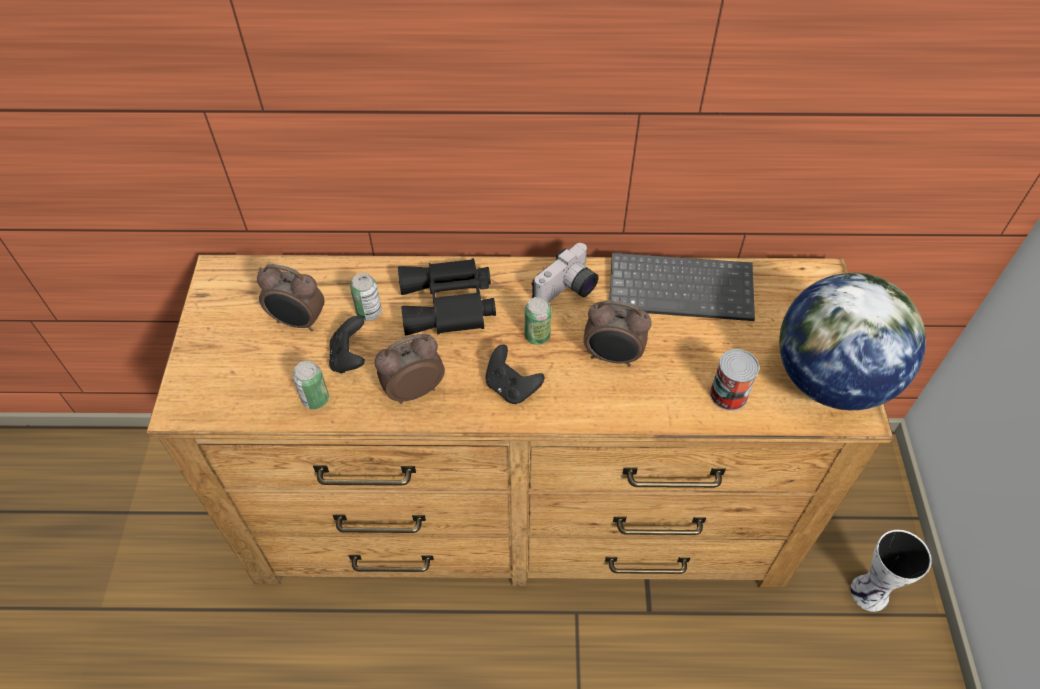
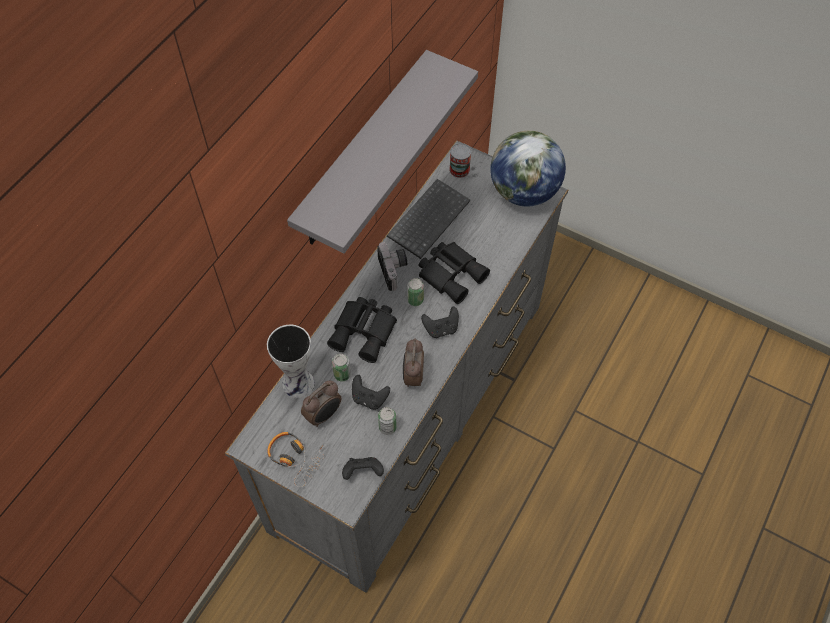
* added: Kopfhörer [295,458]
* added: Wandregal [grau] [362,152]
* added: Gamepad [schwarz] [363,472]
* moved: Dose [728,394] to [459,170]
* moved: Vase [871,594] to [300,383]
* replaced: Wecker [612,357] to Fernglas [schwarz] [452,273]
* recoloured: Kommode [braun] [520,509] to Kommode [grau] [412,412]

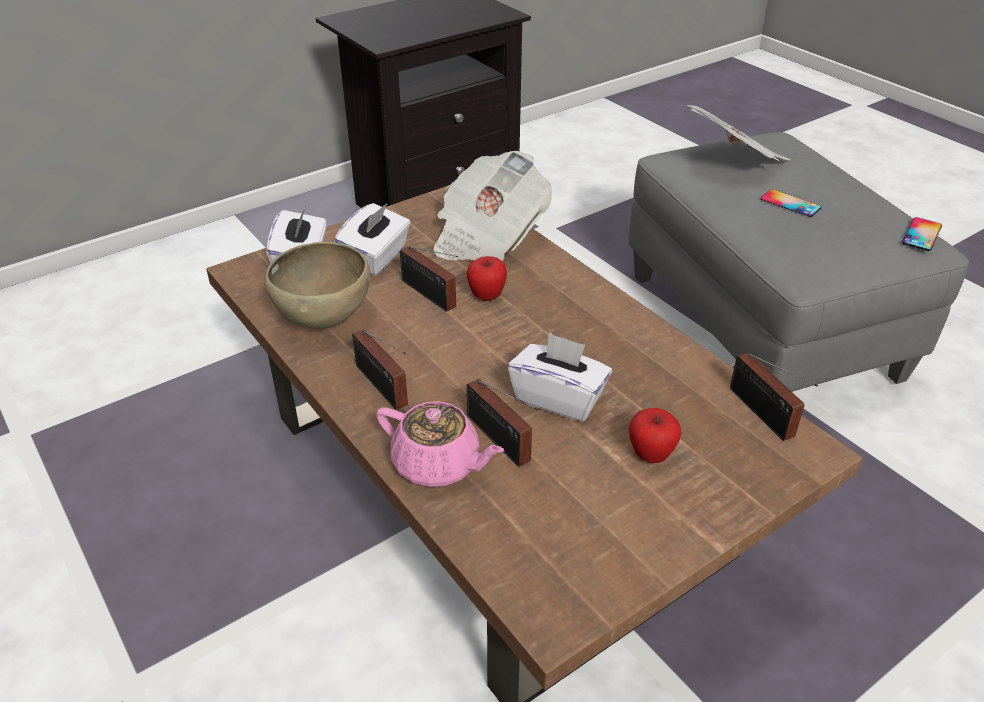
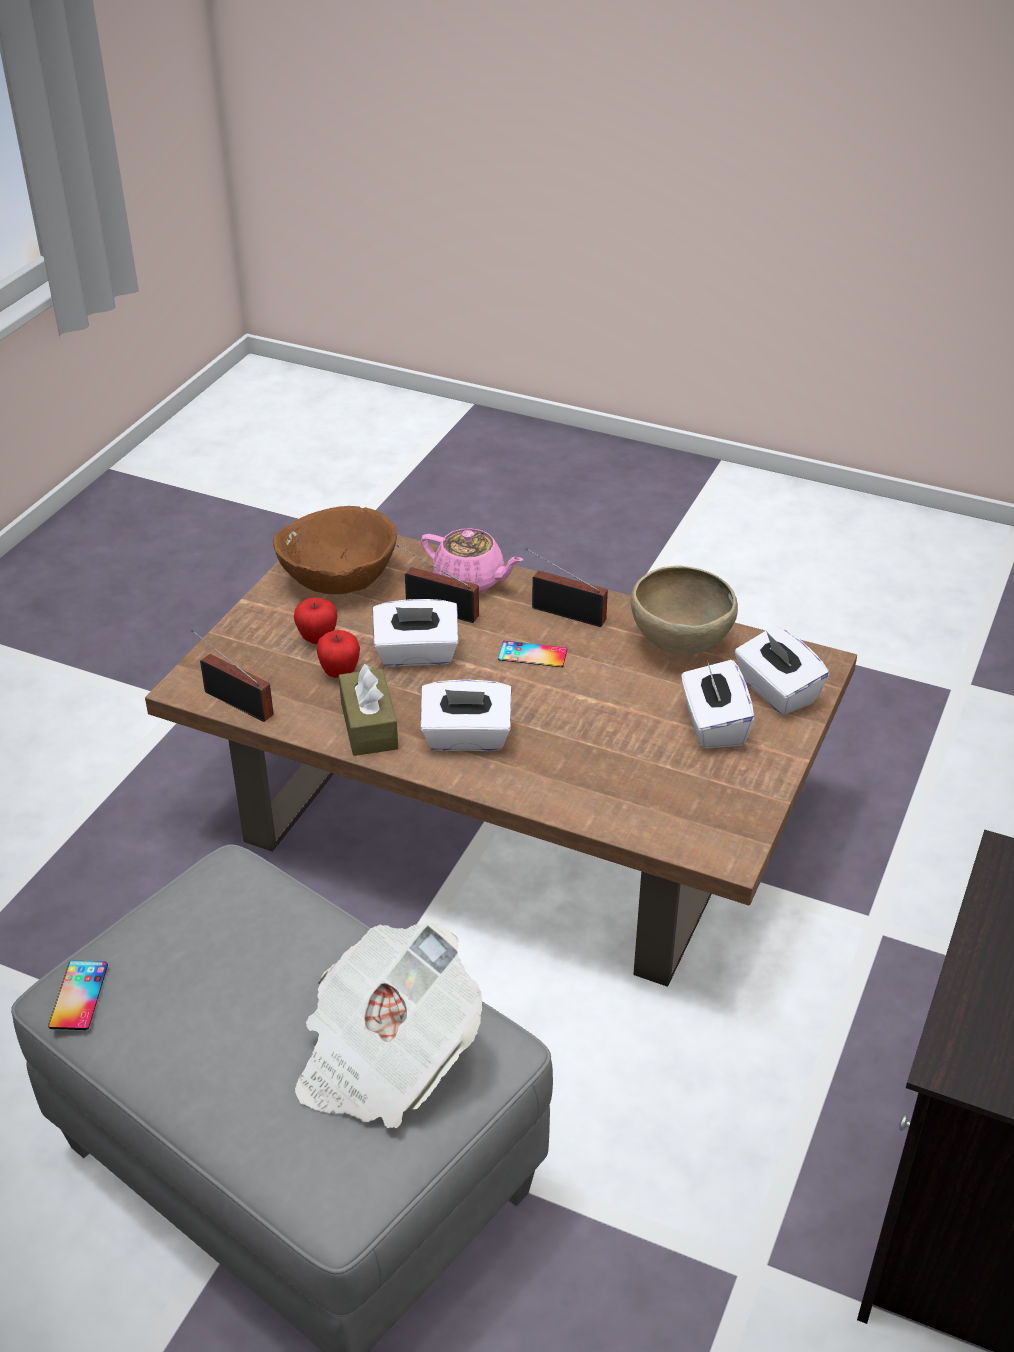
* removed: Radio [430,296]
* removed: Zeitung [487,237]
* added: Schüssel [braun] [338,577]
* added: Taschentuchbox [braun] [369,725]
* added: Taschentuchbox [weiß] [466,738]
* moved: Apfel [486,296] to [340,673]
* moved: Handy [790,203] to [532,654]
* turned: Teekanne [rosa] [438,464] = [470,580] 150 degrees counterclockwise

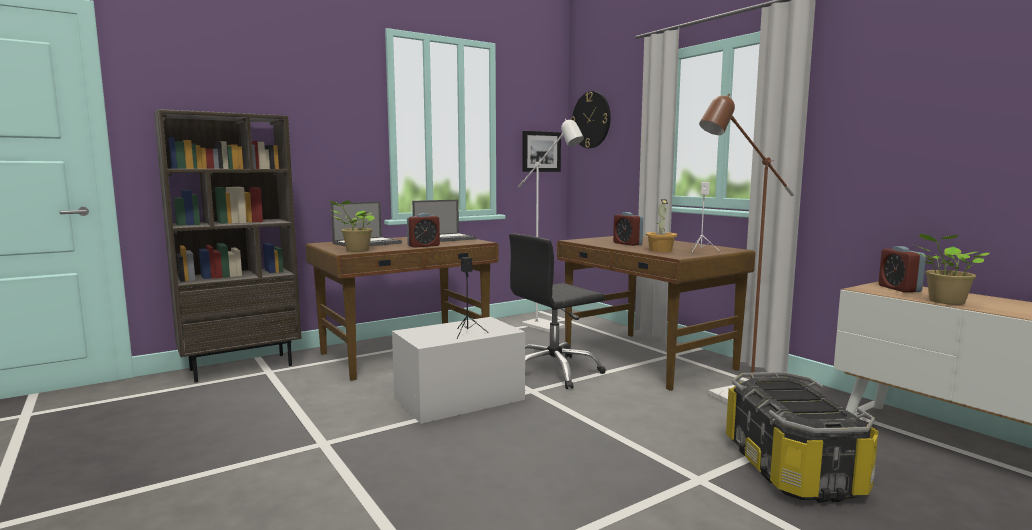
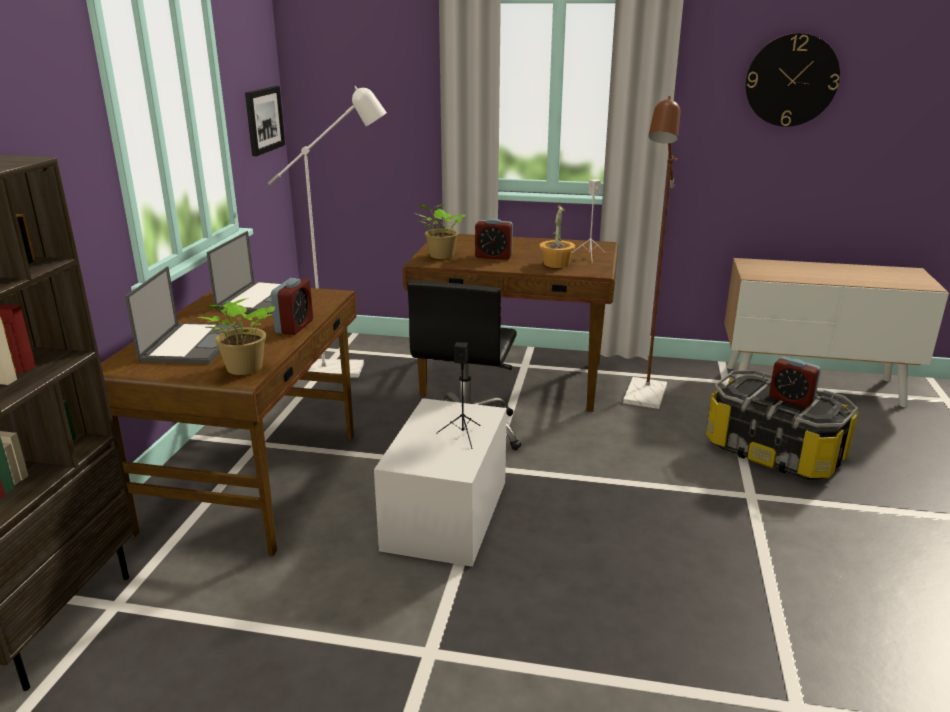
* moved: Wanduhr [591,120] to [791,80]
* moved: Wecker [899,289] to [791,399]
* moved: Topfpflanze [944,302] to [440,256]

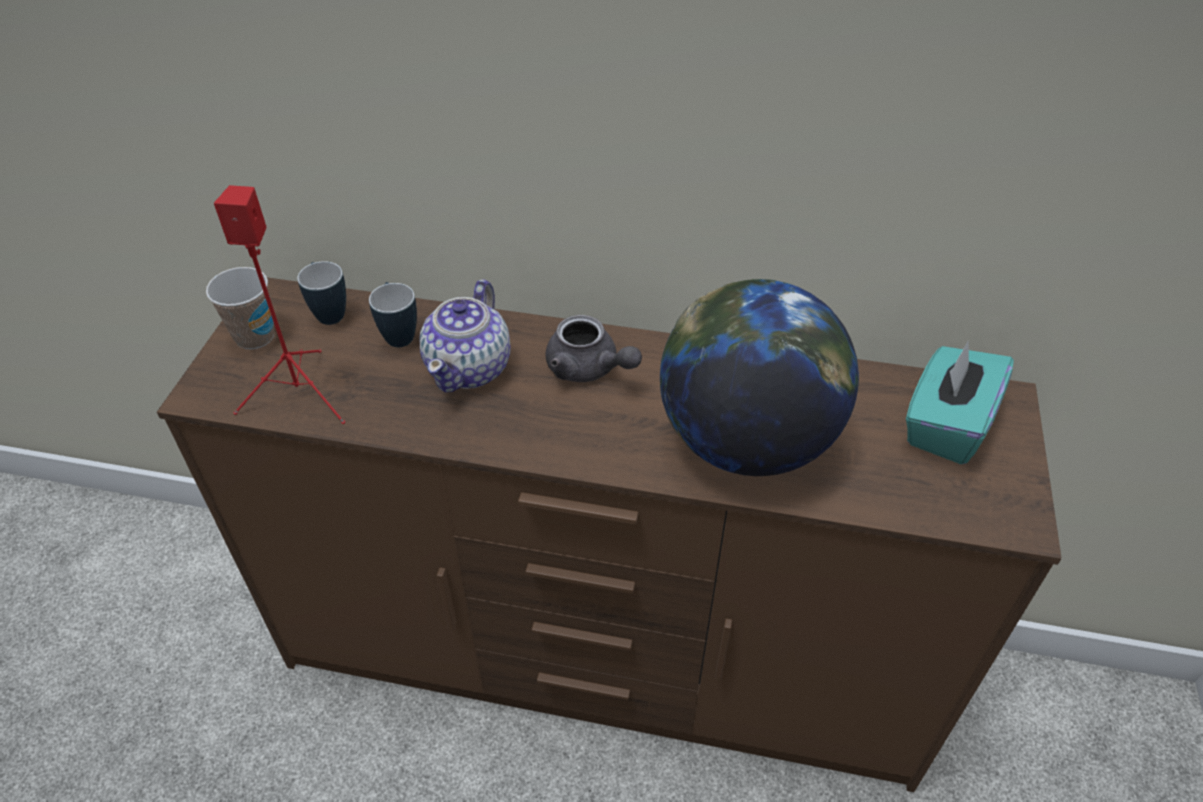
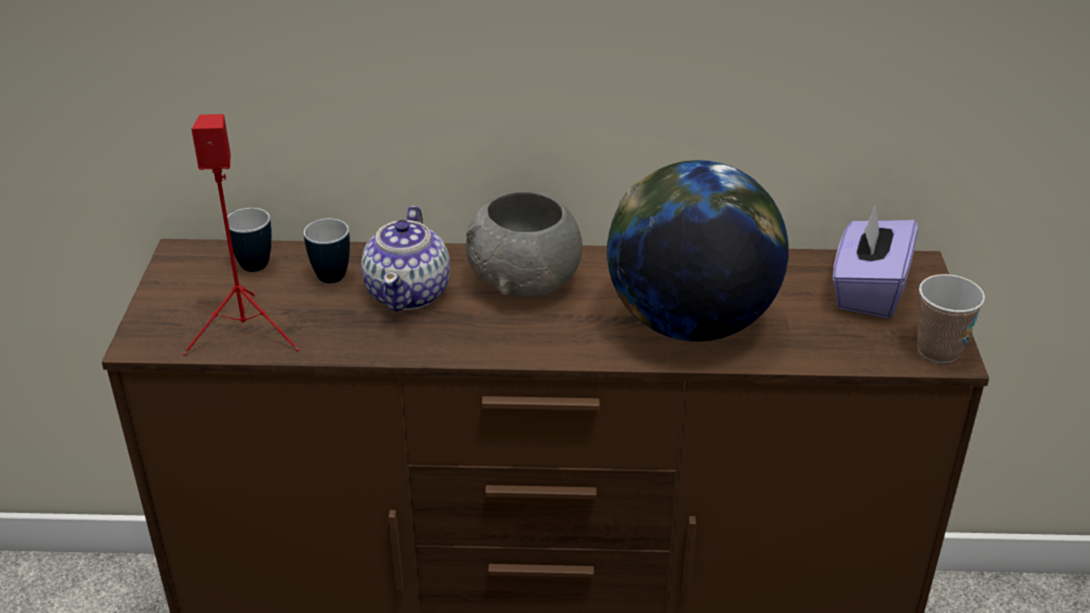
* moved: Tasse [255,336] to [938,350]
* replaced: Teekanne [grau] [589,369] to Schüssel [grau] [525,282]
* recoloured: Taschentuchbox [türkis] [946,425] to Taschentuchbox [lila] [868,290]

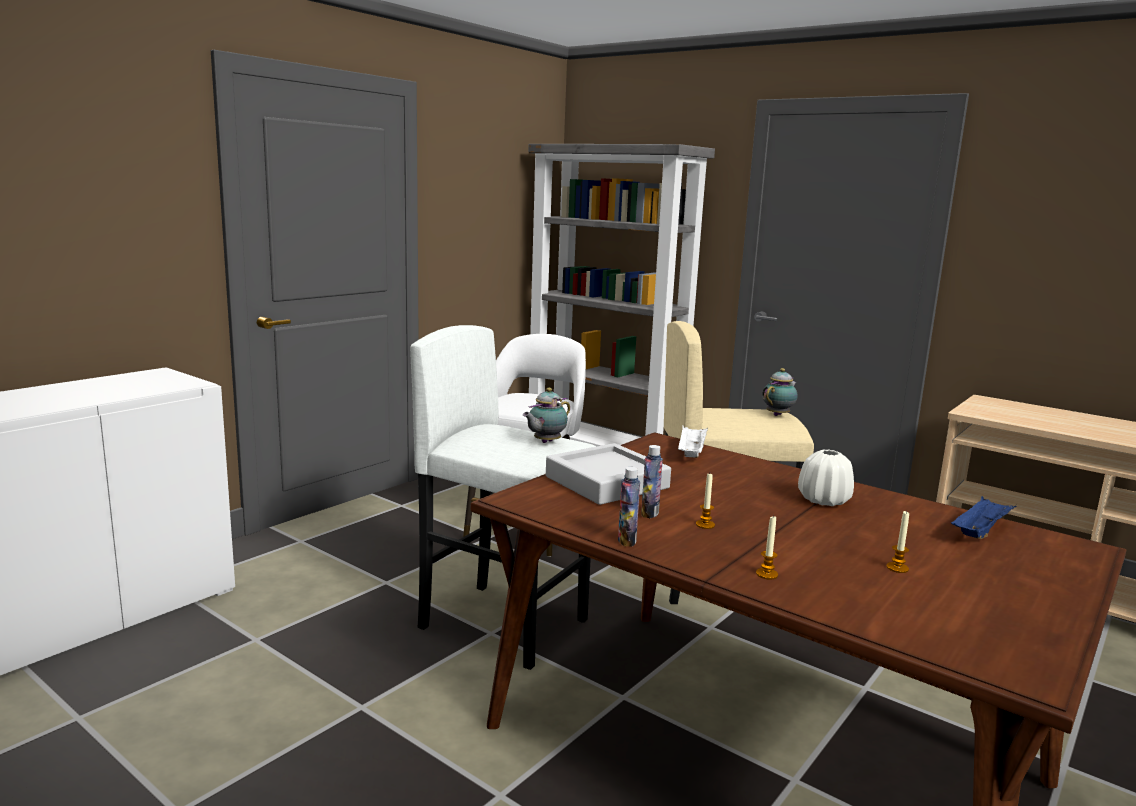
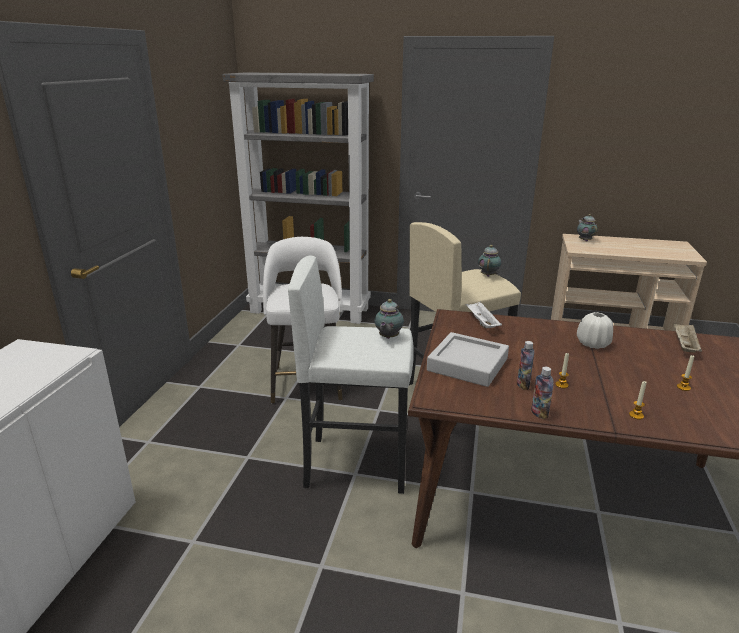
* added: Teekanne [584,240]
* recoloured: Tablett [blau] [980,532] to Tablett [beige] [684,346]

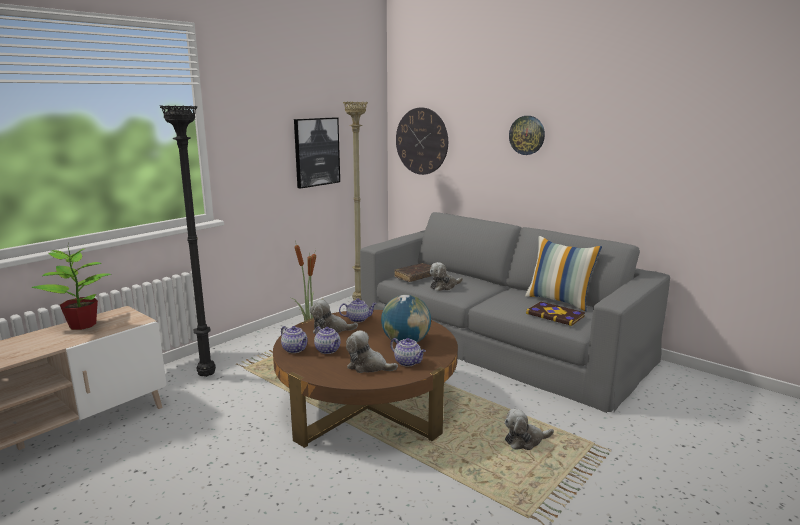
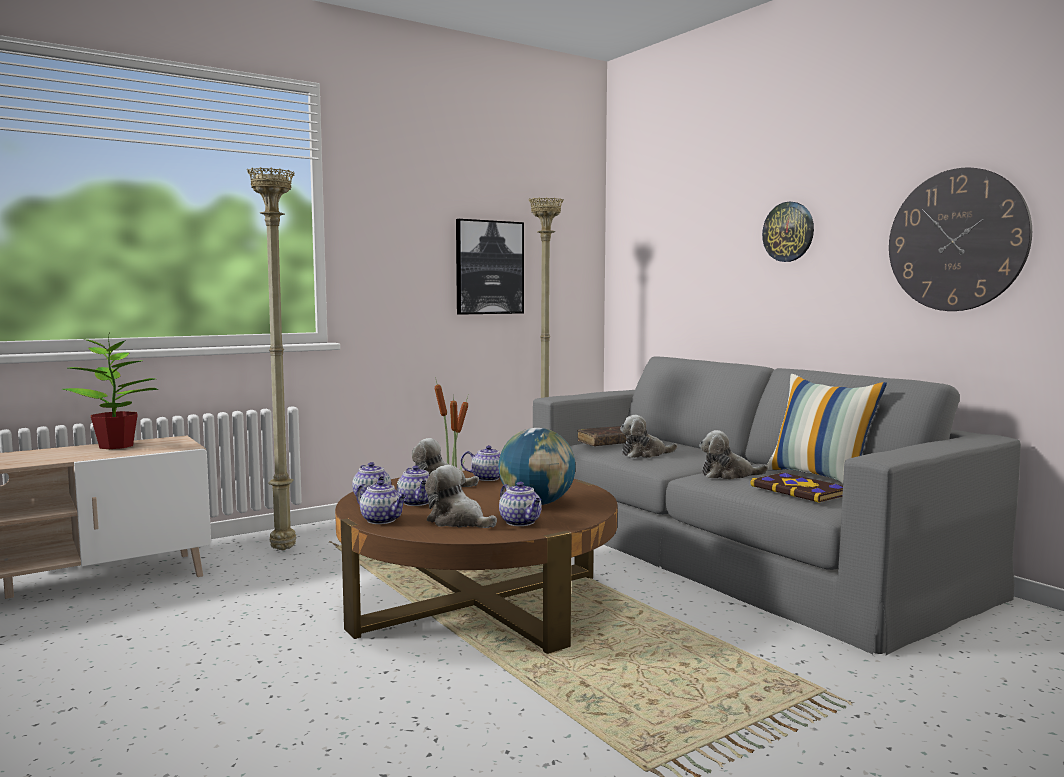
* added: Teekanne [382,520]
* moved: Wanduhr [421,141] to [956,240]
* moved: Plüschtier [525,441] to [728,475]
* recoloured: Stehlampe [schwarz] [208,375] to Stehlampe [beige] [285,549]

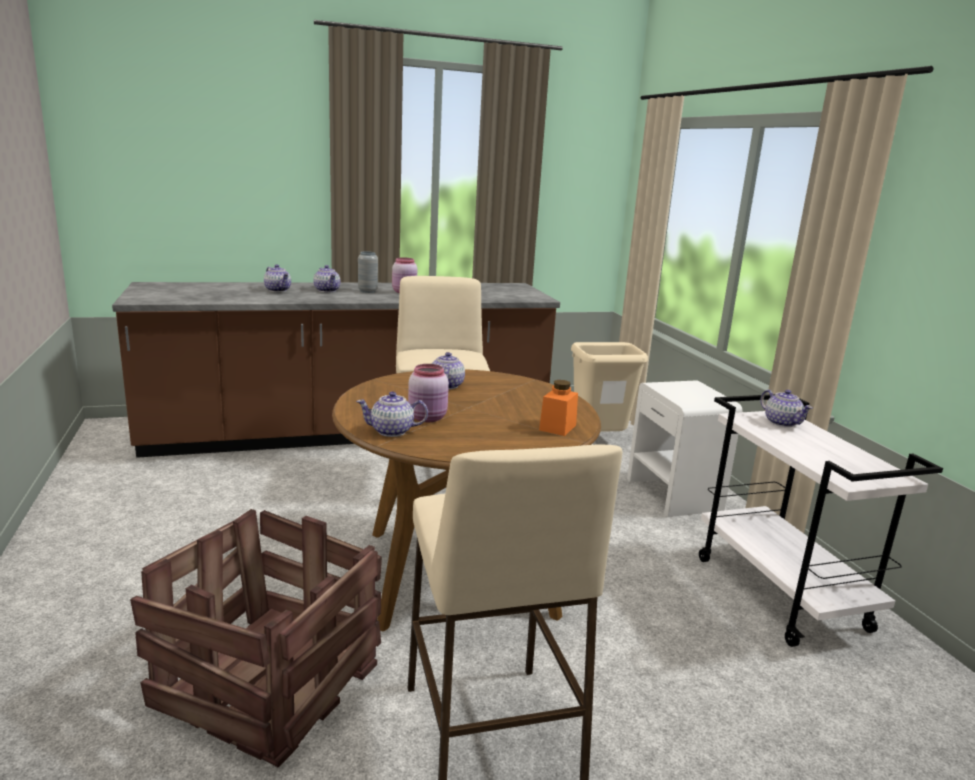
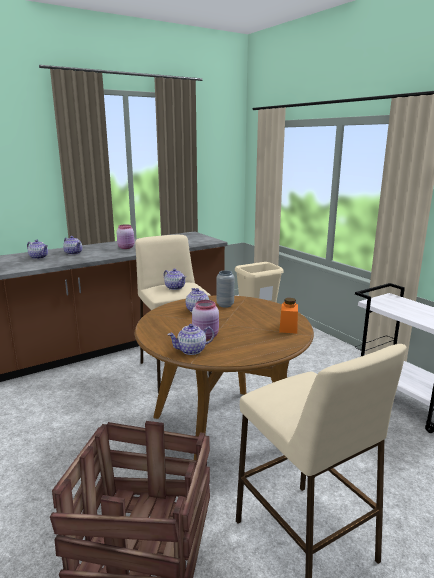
* removed: Nachttisch [weiß] [674,494]
* moved: Vase [grau] [367,291] to [225,305]
* moved: Teekanne [781,422] to [175,287]

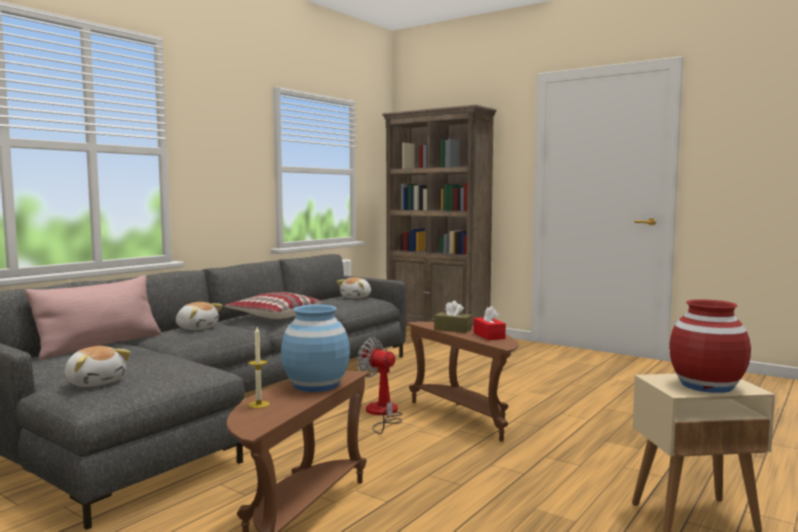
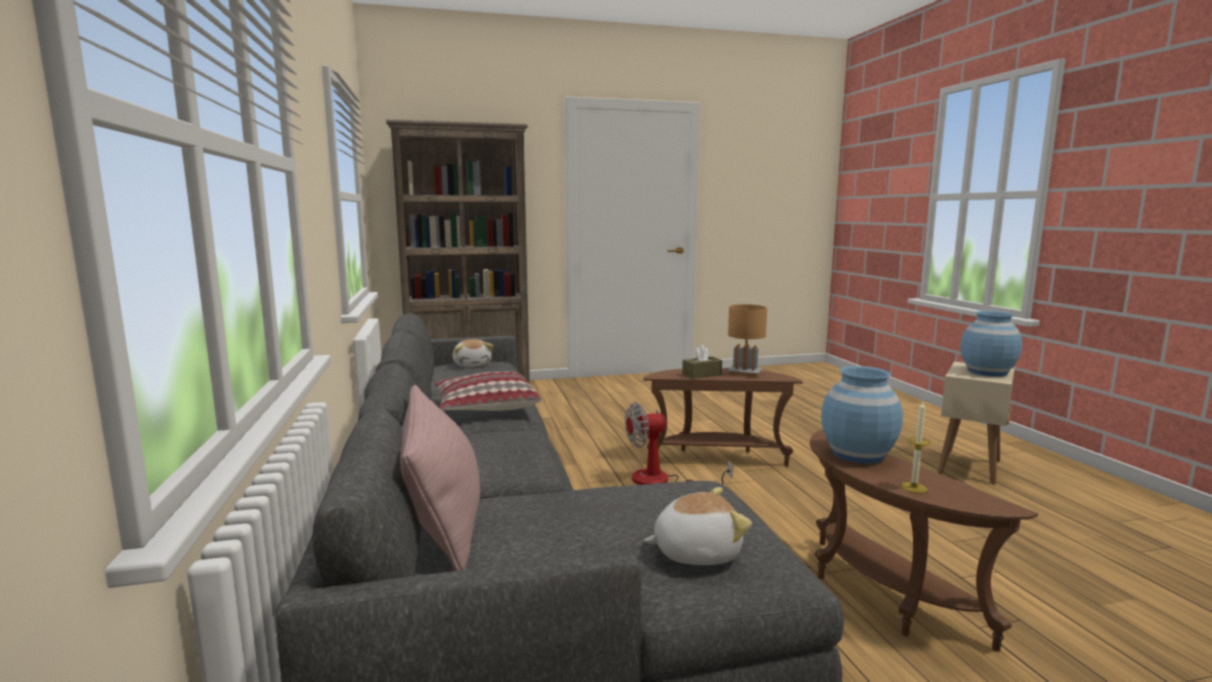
* removed: Plüschtier [197,328]
* replaced: Taschentuchbox [rot] [489,335] to Tischlampe [braun] [744,373]
* recoloured: Vase [rot] [706,385] to Vase [blau] [987,372]

